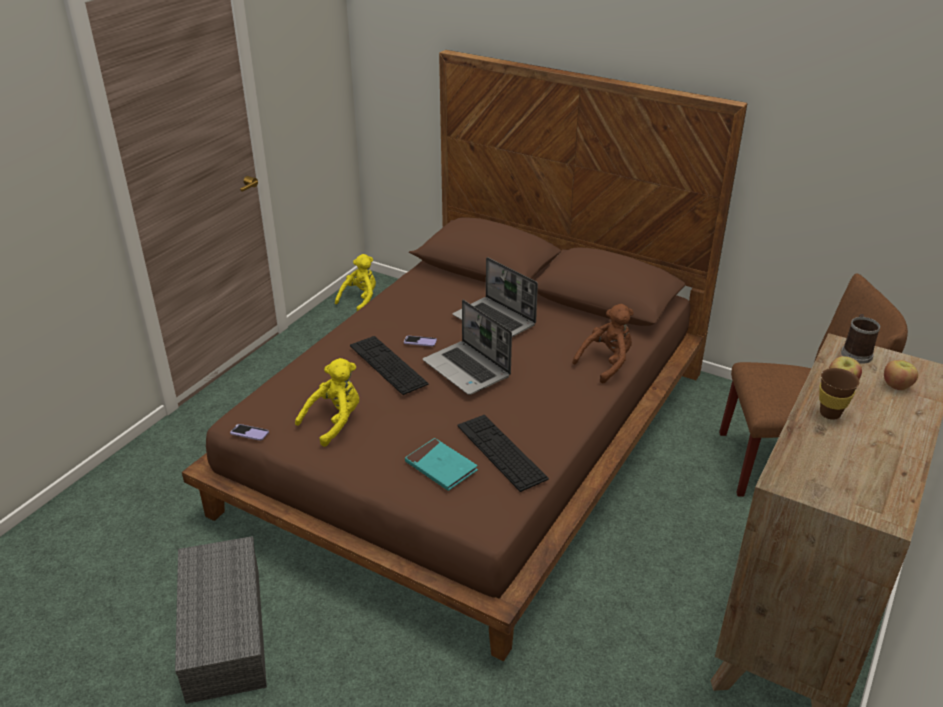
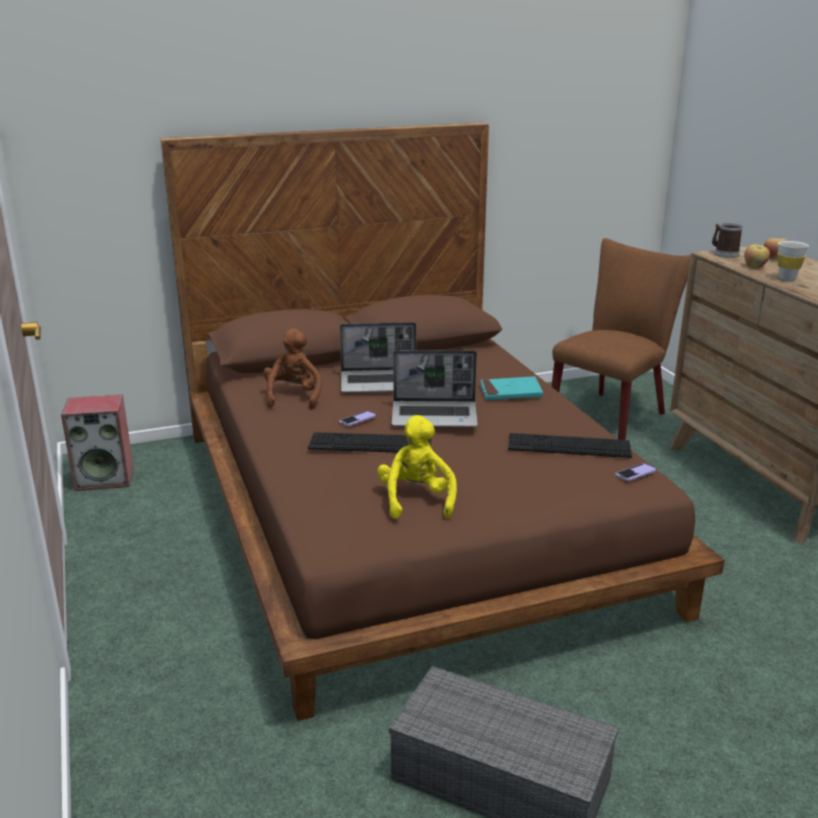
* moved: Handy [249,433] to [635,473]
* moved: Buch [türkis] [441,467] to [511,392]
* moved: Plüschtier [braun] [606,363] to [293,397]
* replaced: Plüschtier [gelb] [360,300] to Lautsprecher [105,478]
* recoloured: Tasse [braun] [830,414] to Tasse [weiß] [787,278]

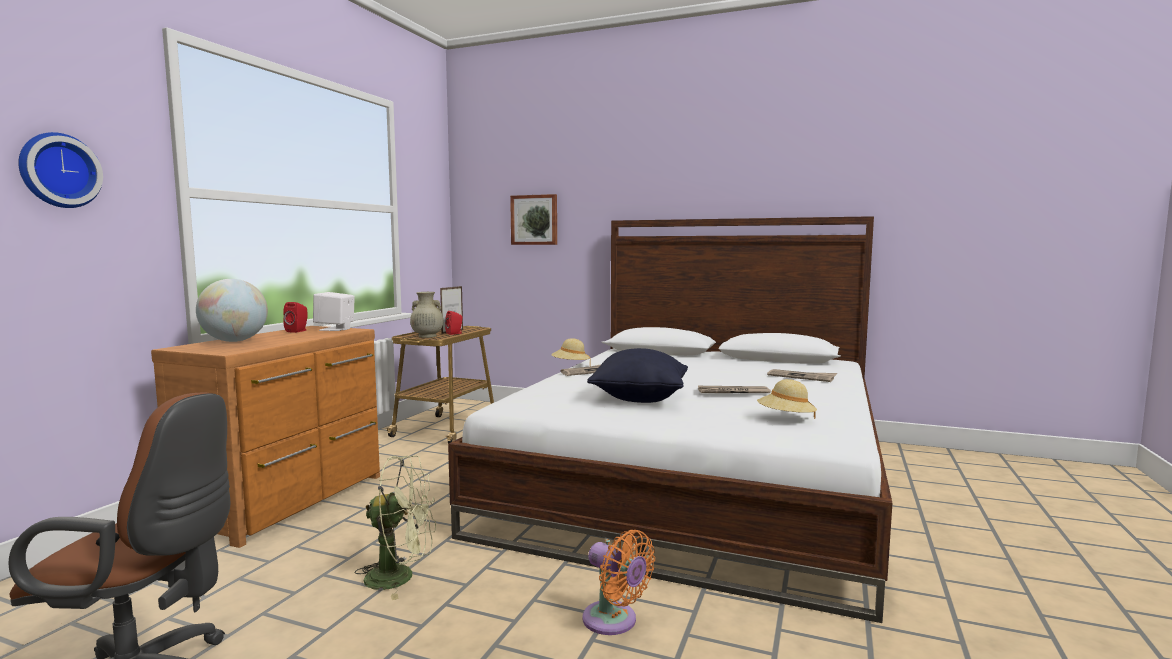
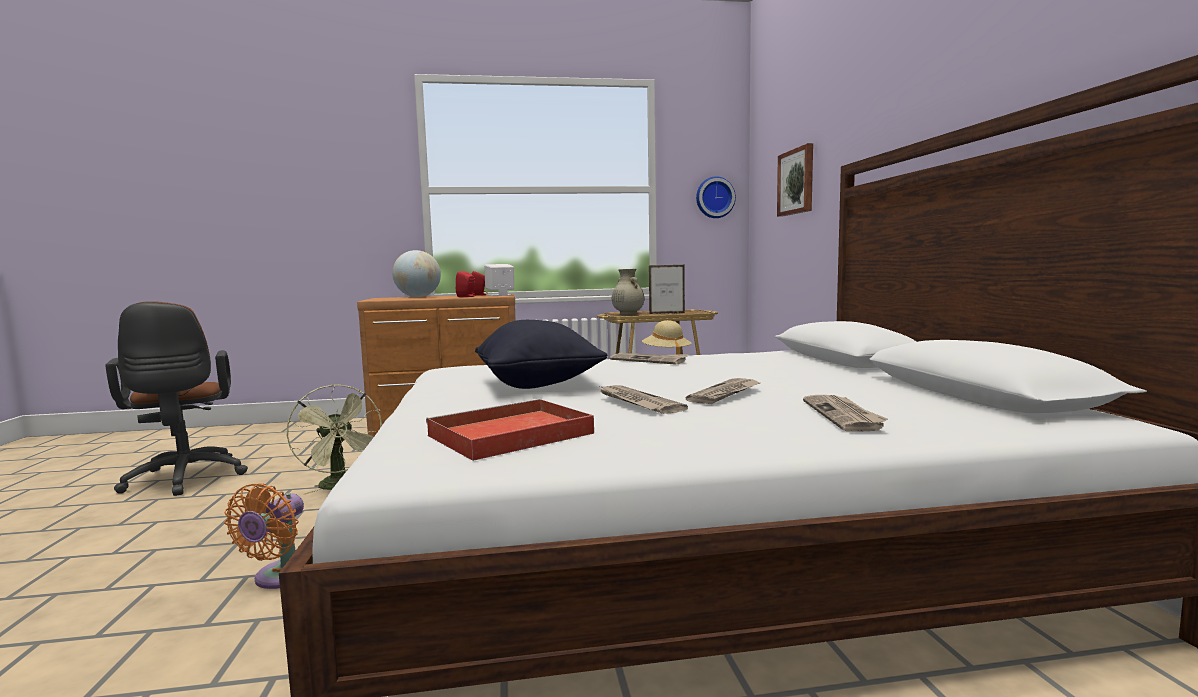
* added: Zeitung [725,394]
* moved: Wanduhr [58,171] to [714,197]
* moved: Lautsprecher [rot] [455,333] to [467,296]
* replaced: Hut [beige] [786,419] to Tablett [rot] [508,435]

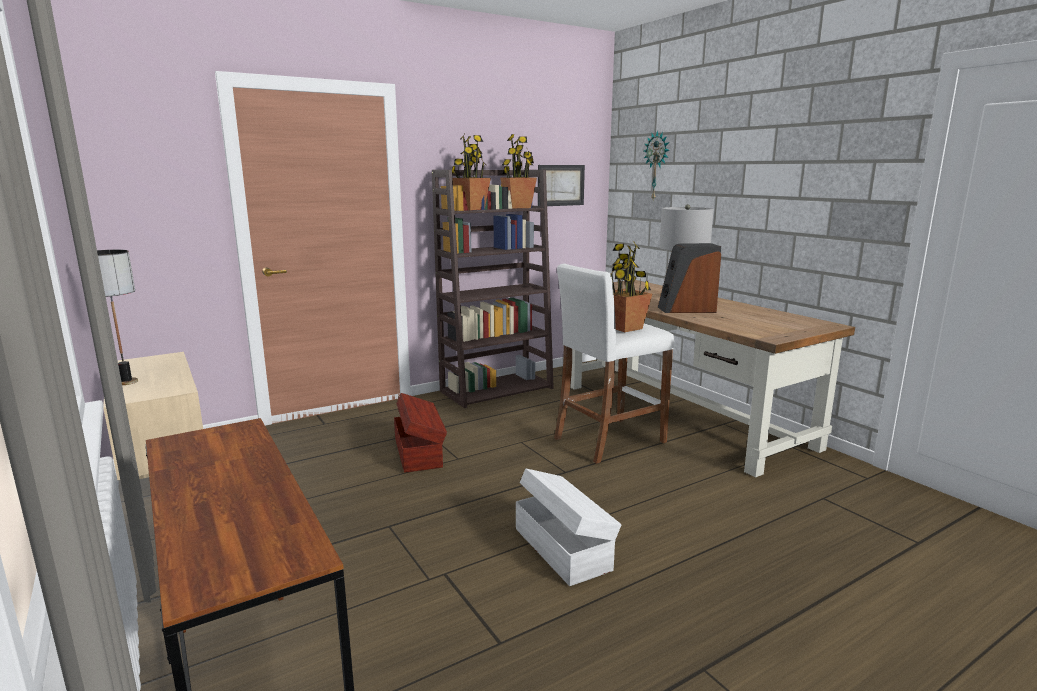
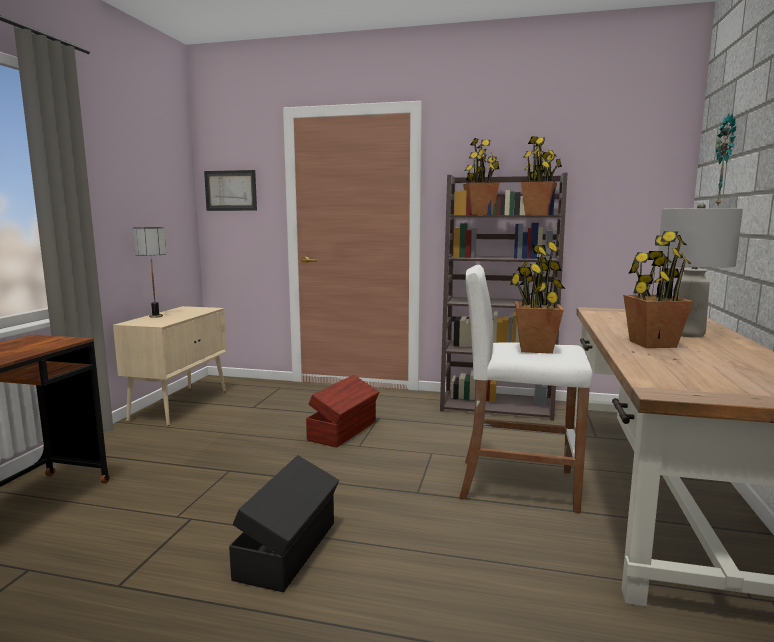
* moved: Bild [560,185] to [231,190]
* replaced: Lautsprecher [686,309] to Topfpflanze [652,344]
* recoloured: Aufbewahrungsbox [weiß] [563,548] to Aufbewahrungsbox [schwarz] [289,549]

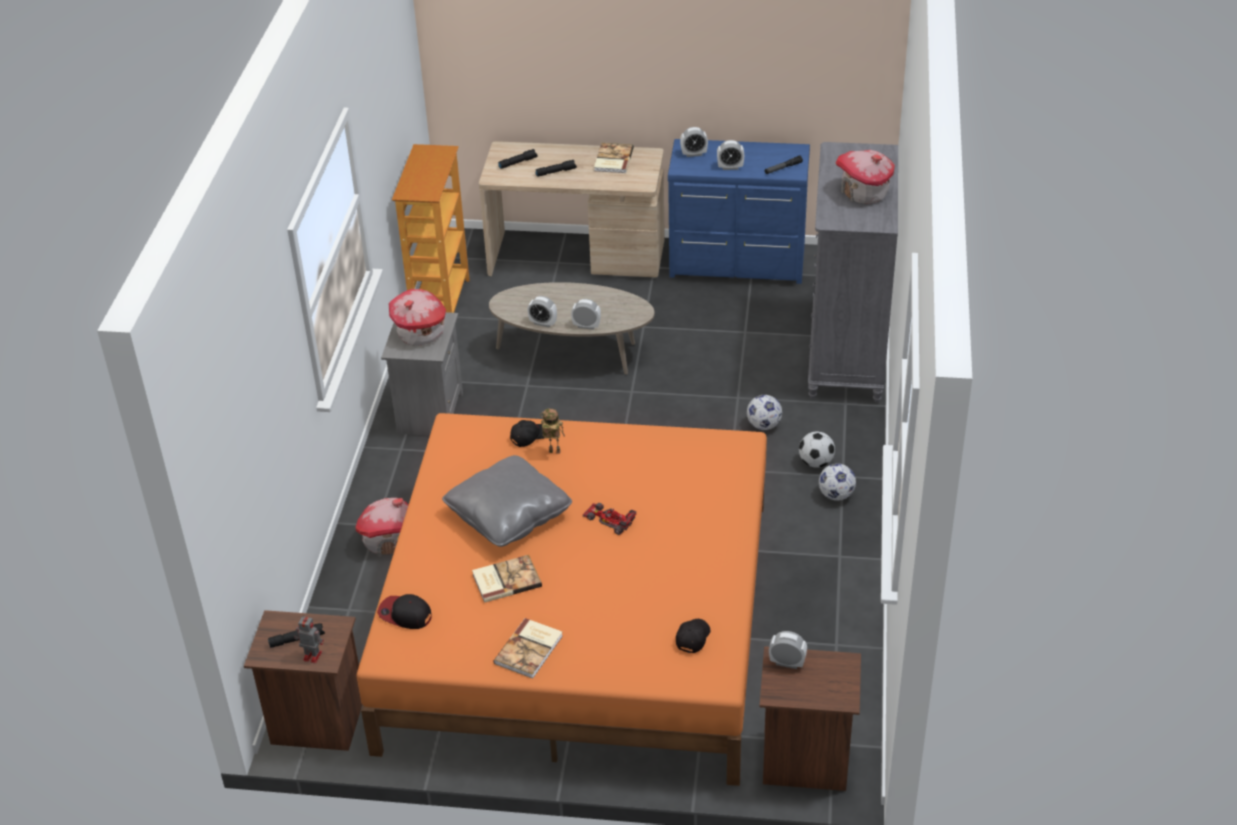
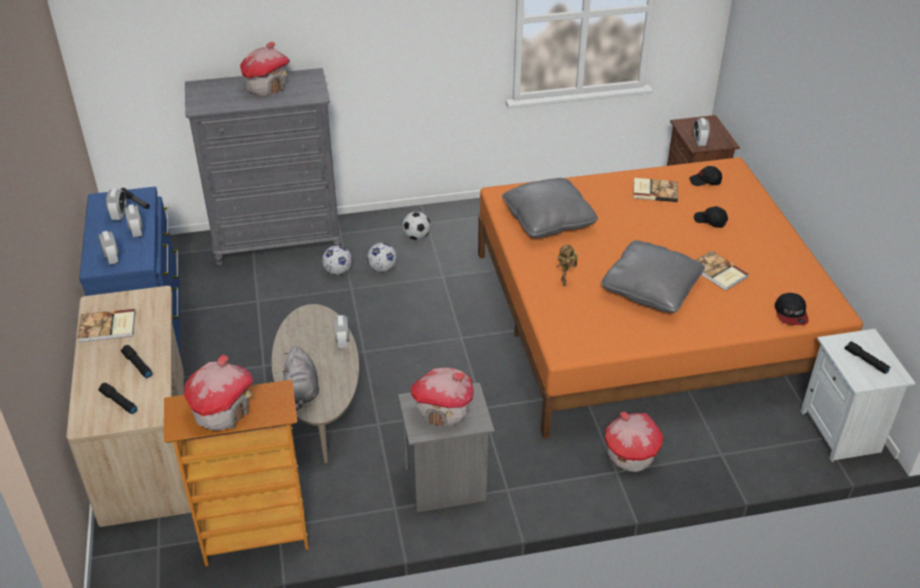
* removed: Spielzeugroboter [311,655]
* removed: Spielzeugauto [609,519]
* added: Spielzeughaus [222,411]
* added: Plüschtier [grau] [302,391]
* added: Kissen [grau] [548,220]
* moved: Buch [530,649] to [654,191]
* moved: Kappe [schwarz] [529,436] to [710,221]
* moved: Wecker [543,323] to [119,215]
* moved: Fußball [836,495] to [338,271]
* recoloured: Nachttisch [braun] [317,723] to Nachttisch [weiß] [842,431]

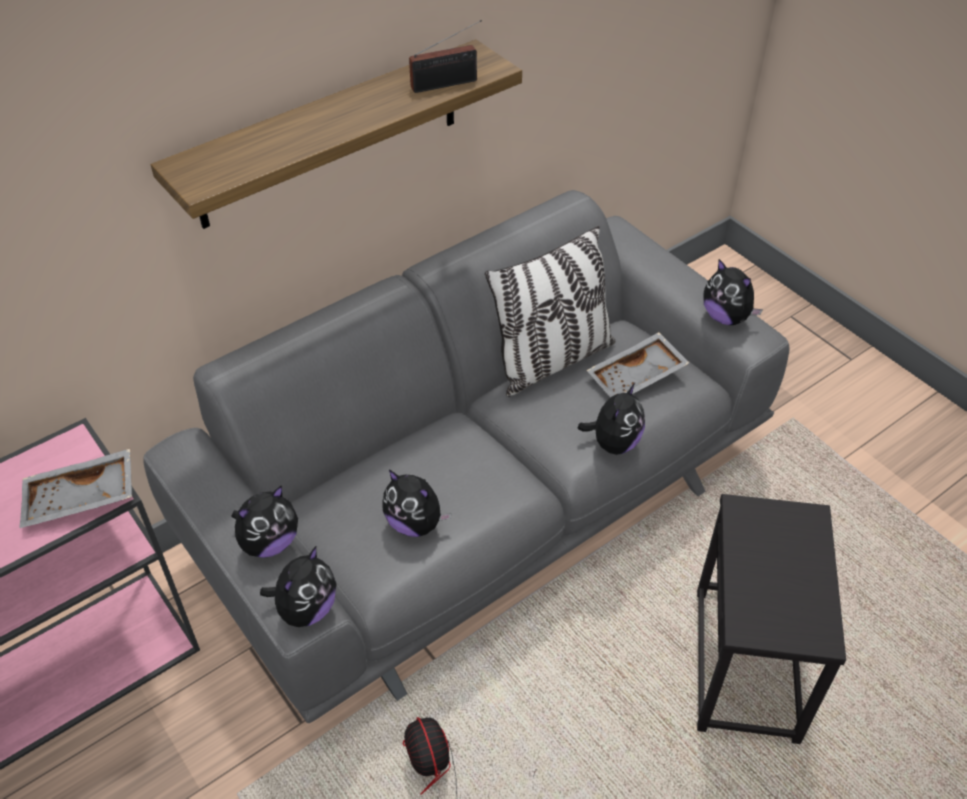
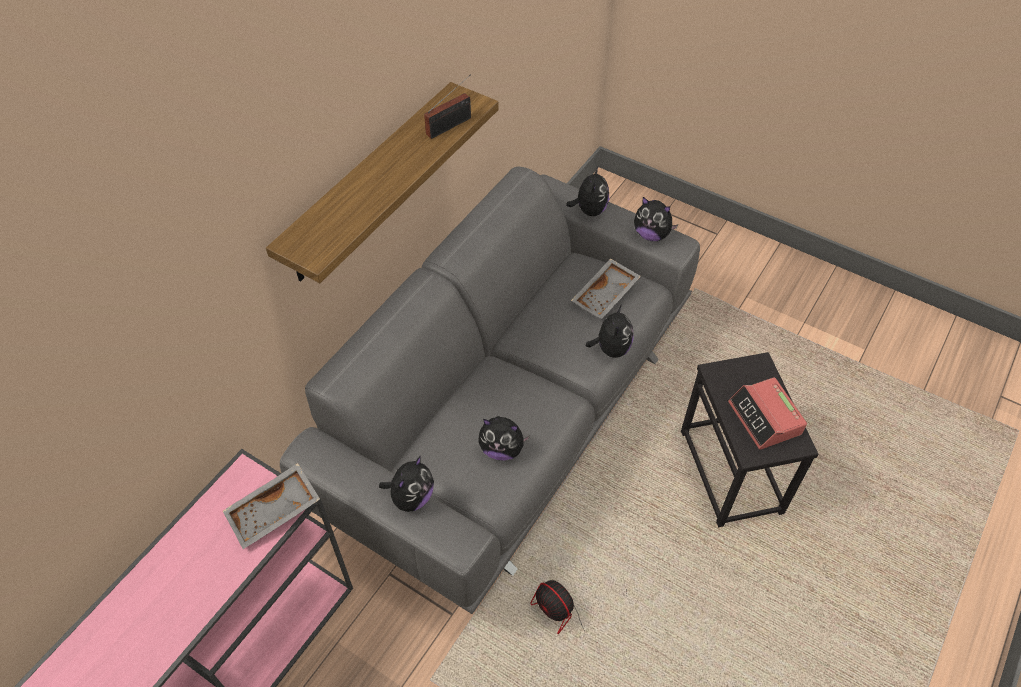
* removed: Kissen [552,360]
* added: Wecker [765,418]
* moved: Plüschtier [306,609] to [589,210]

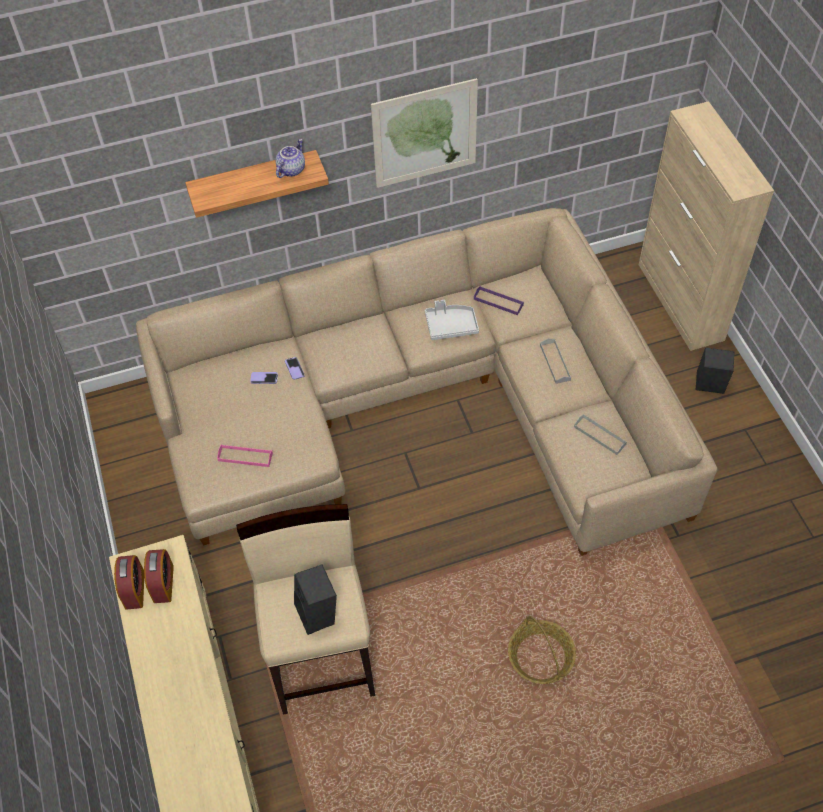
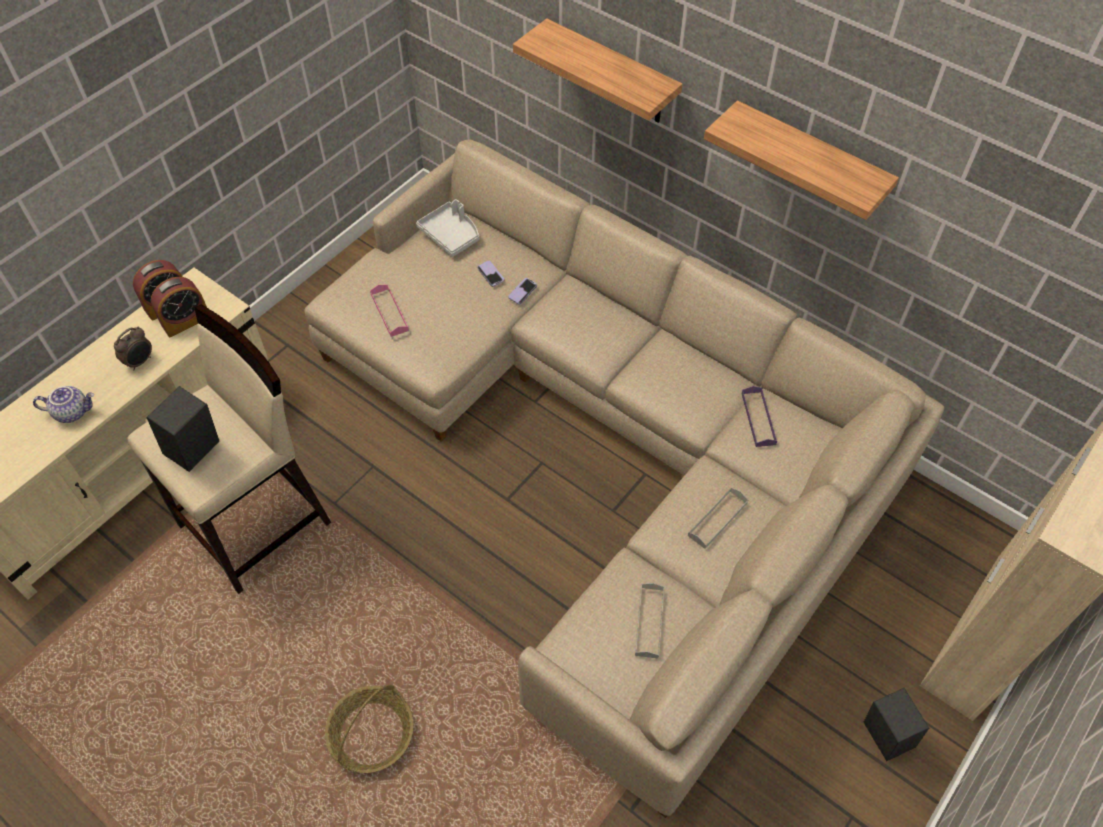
* added: Wecker [140,362]
* moved: Teekanne [291,169] to [73,411]
* moved: Tablett [grau] [451,326] to [451,235]
* replaced: Bild [425,133] to Wandregal [809,161]

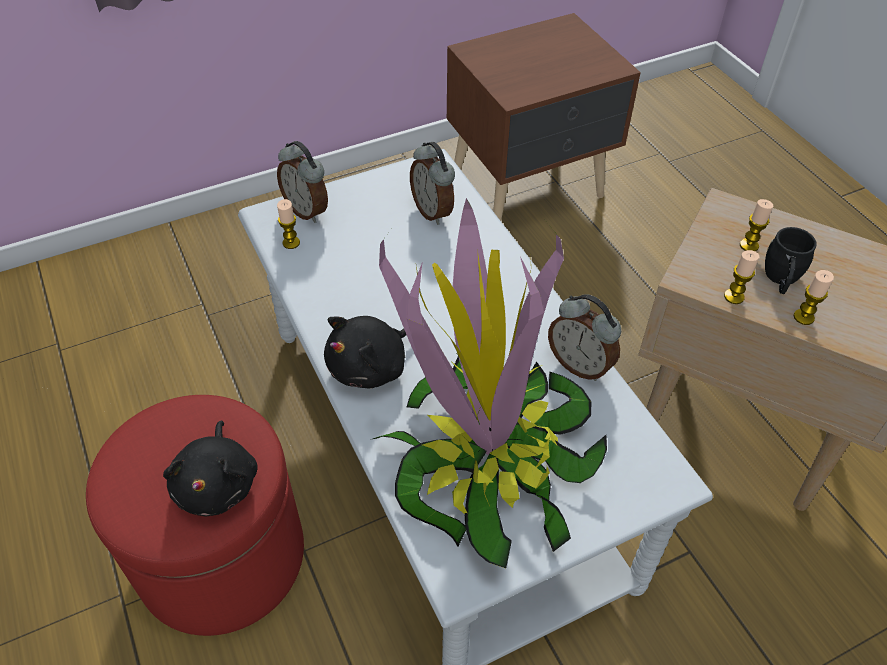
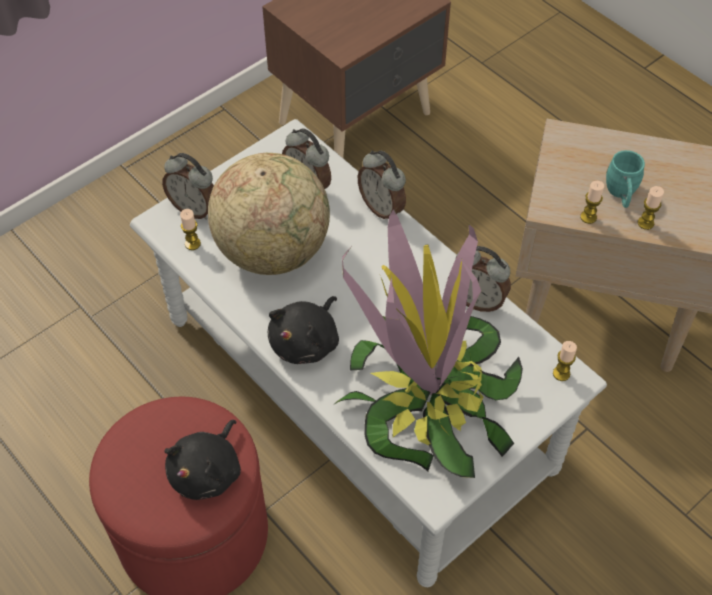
* added: Globus [273,250]
* added: Wecker [382,207]
* moved: Kerze [749,245] to [561,373]
* recoloured: Henkelbecher [schwarz] [780,280] to Henkelbecher [türkis] [621,194]
* turned: Plüschtier [schwarz] [218,484] = [208,471] 45 degrees clockwise

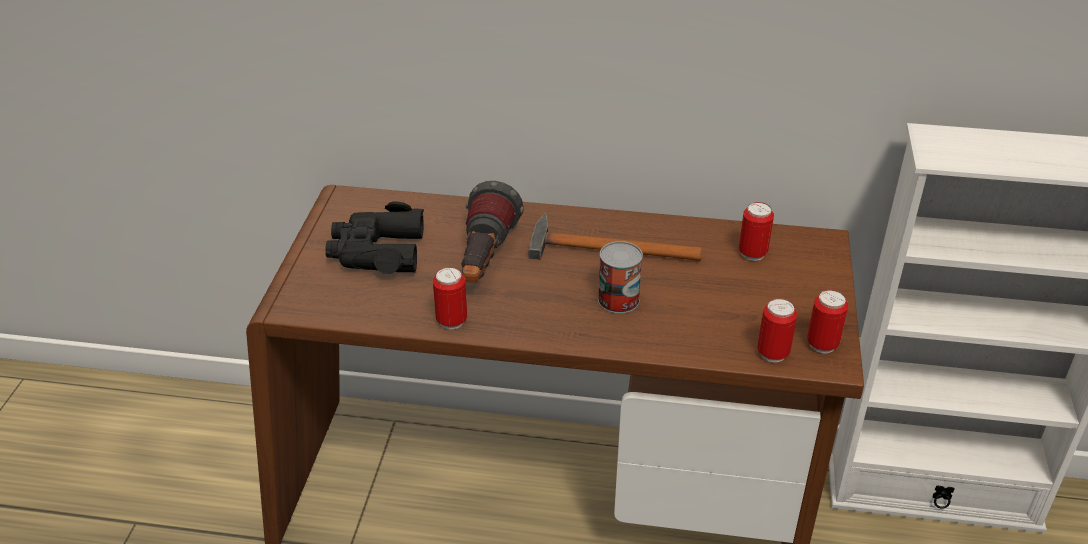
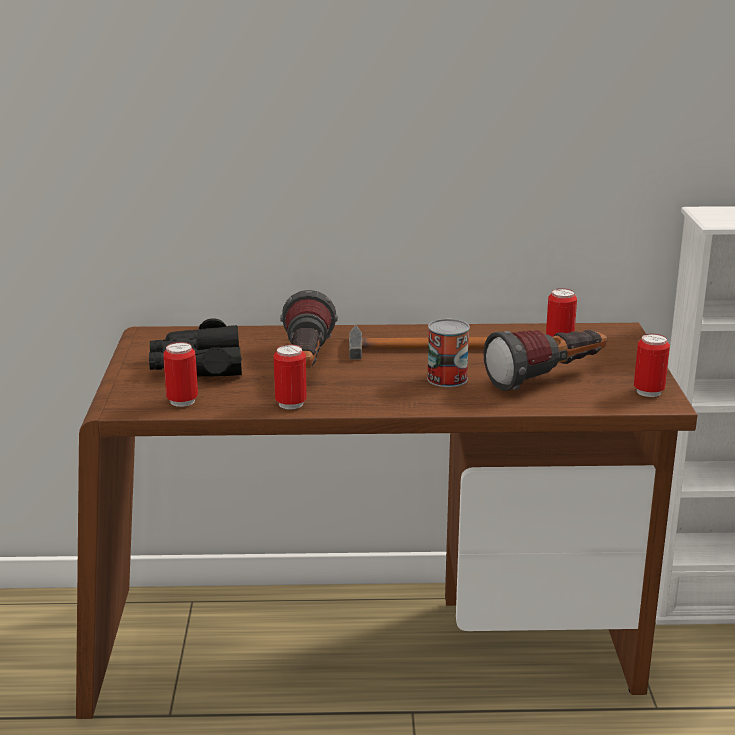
* added: Taschenlampe [548,379]
* moved: Dose [772,353] to [182,401]

